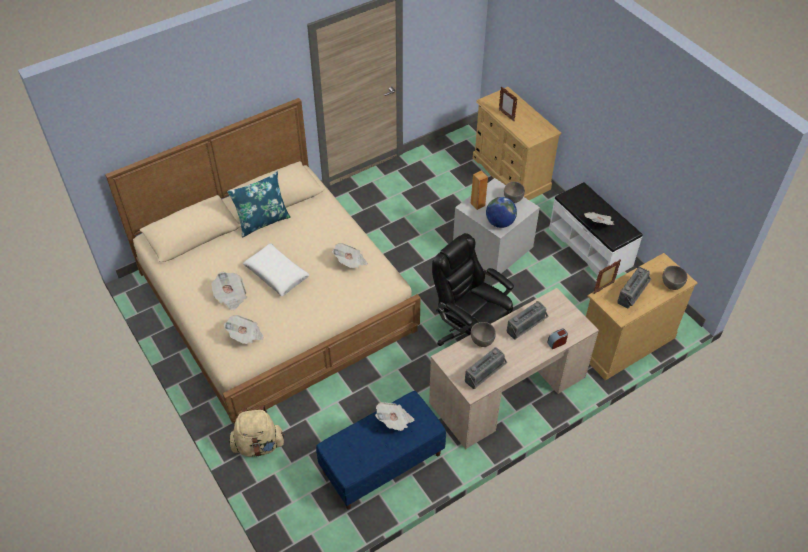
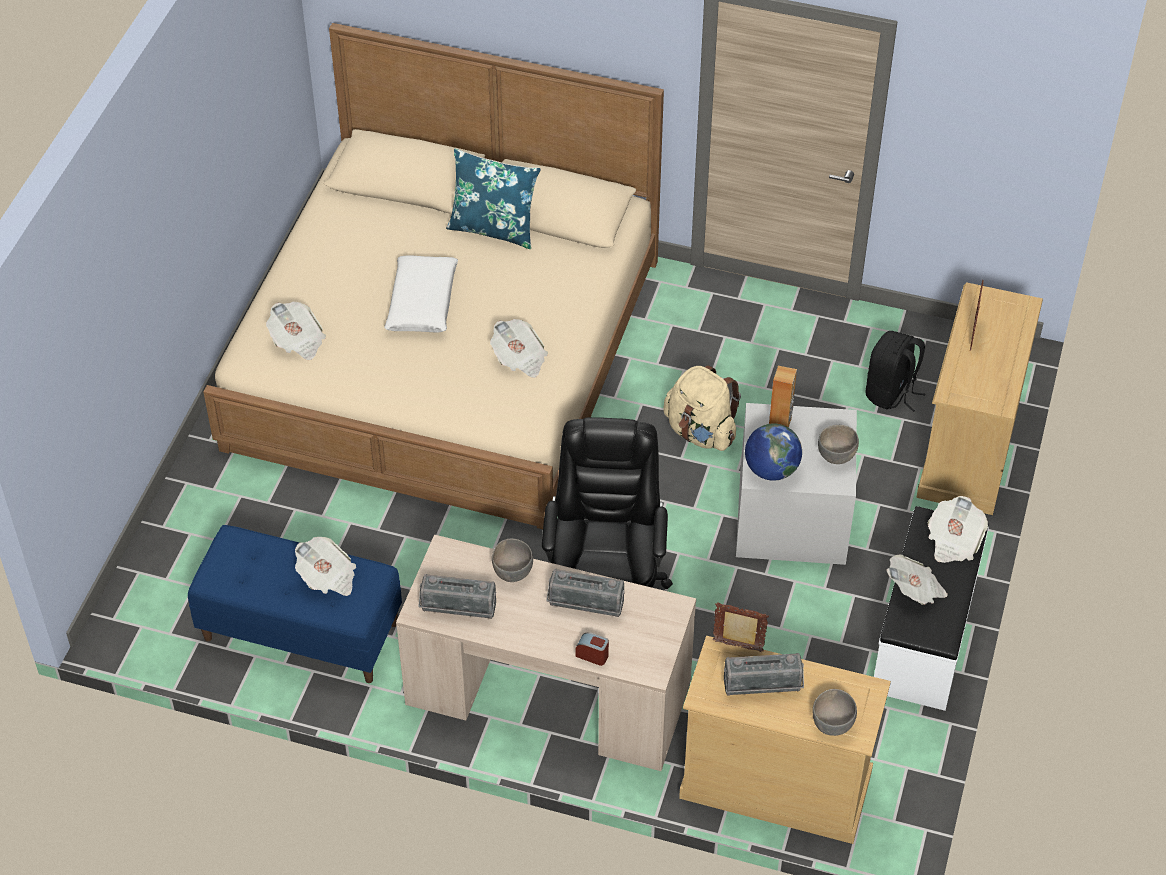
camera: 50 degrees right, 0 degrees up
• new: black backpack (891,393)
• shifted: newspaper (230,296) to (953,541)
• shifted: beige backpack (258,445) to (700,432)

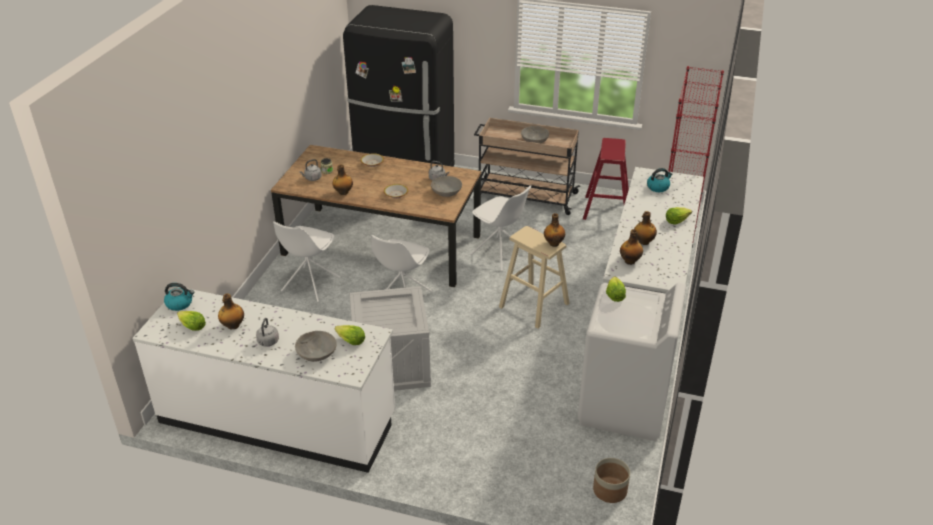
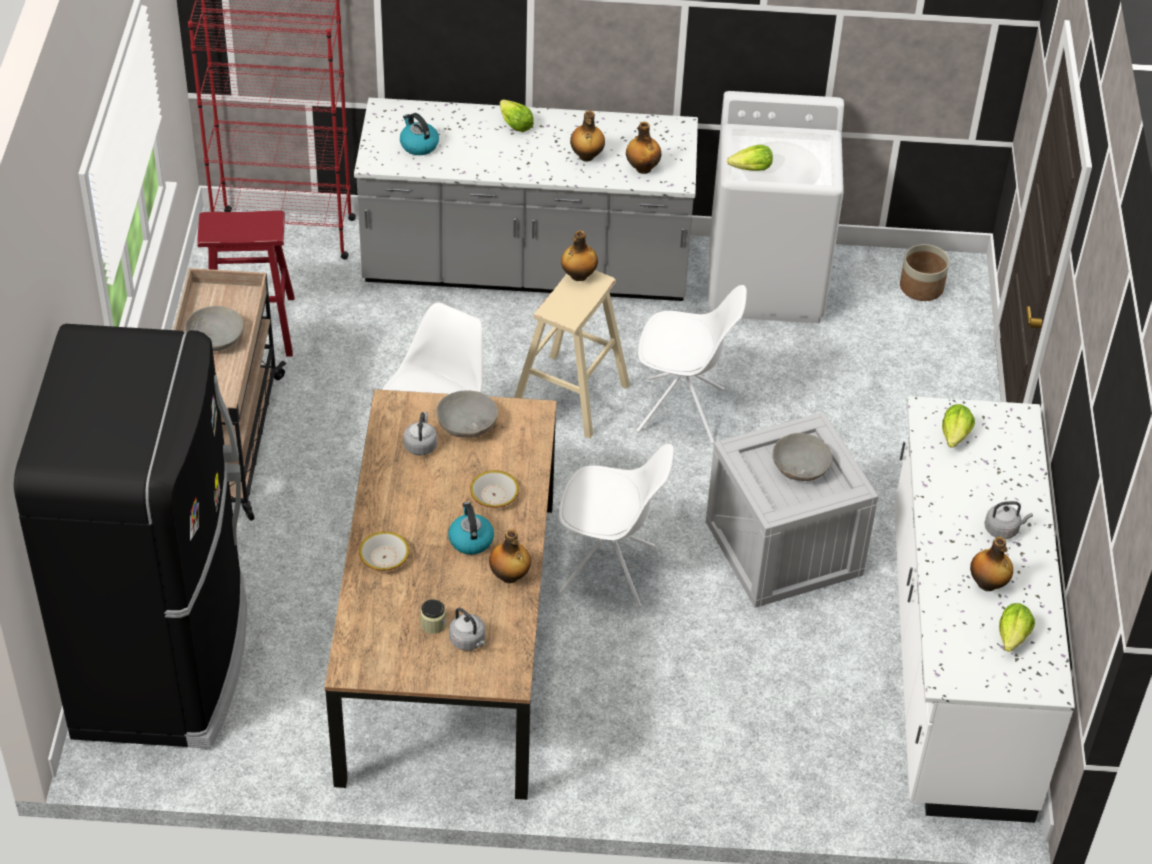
camera: 105 degrees left, 10 degrees up
• shifted: kettle (180,303) to (470,540)
• shifted: white chair (310,285) to (683,411)
• shifted: grey bowl (316,354) to (800,468)

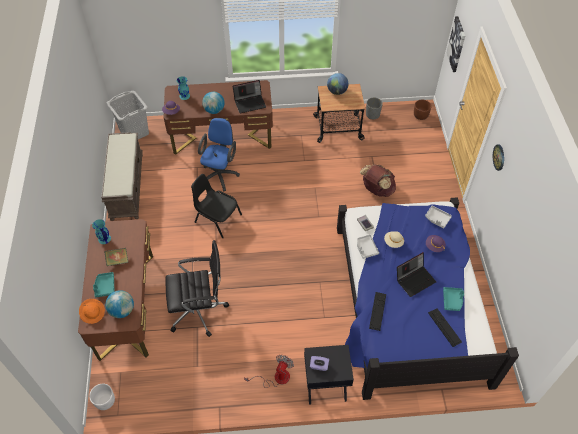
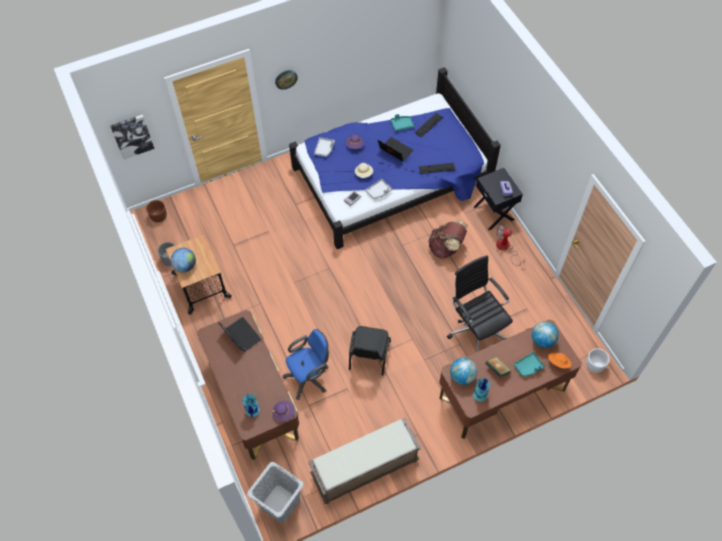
camera: 110 degrees left, 5 degrees up
• shifted: globe (214,110) to (462,376)
• shifted: brown backpack (377,190) to (446,248)
• rotated: blue office chair (220,174) = (309,377) 150 degrees clockwise

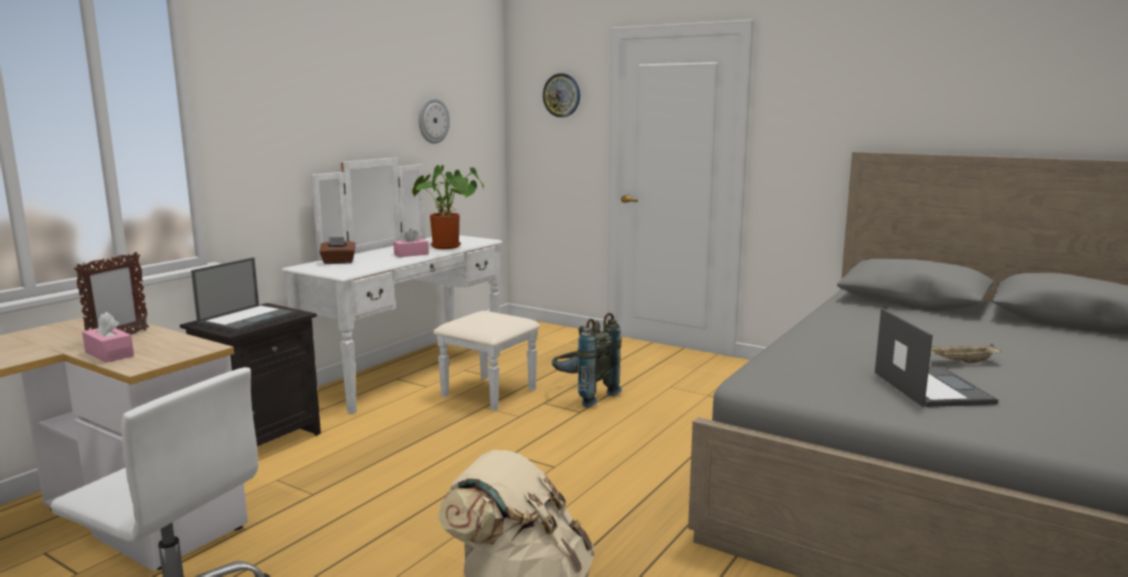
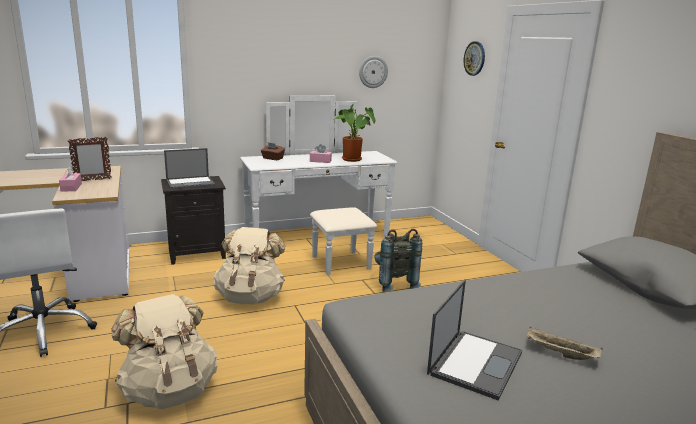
camera: 35 degrees right, 5 degrees up
• new: beige backpack (250,297)

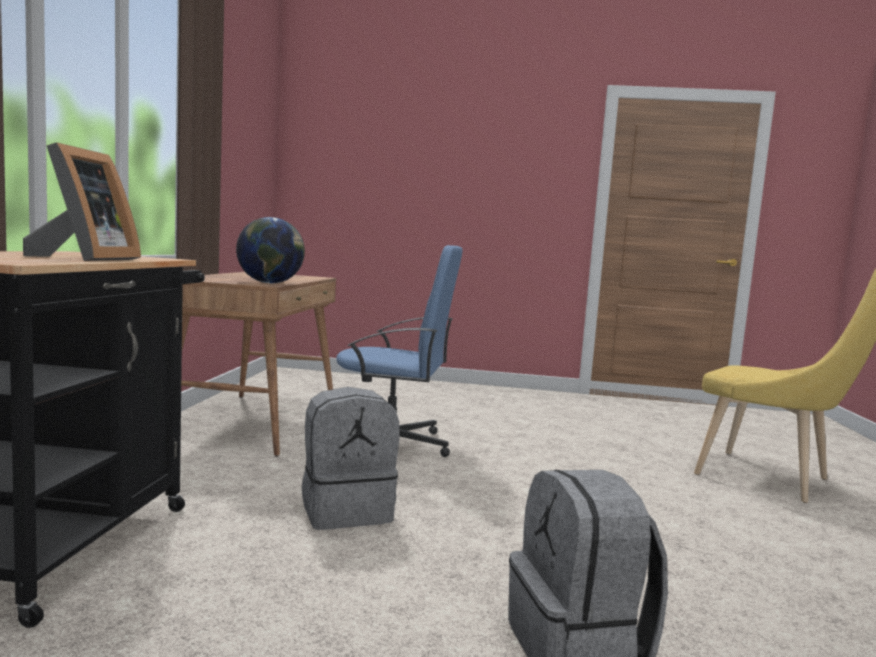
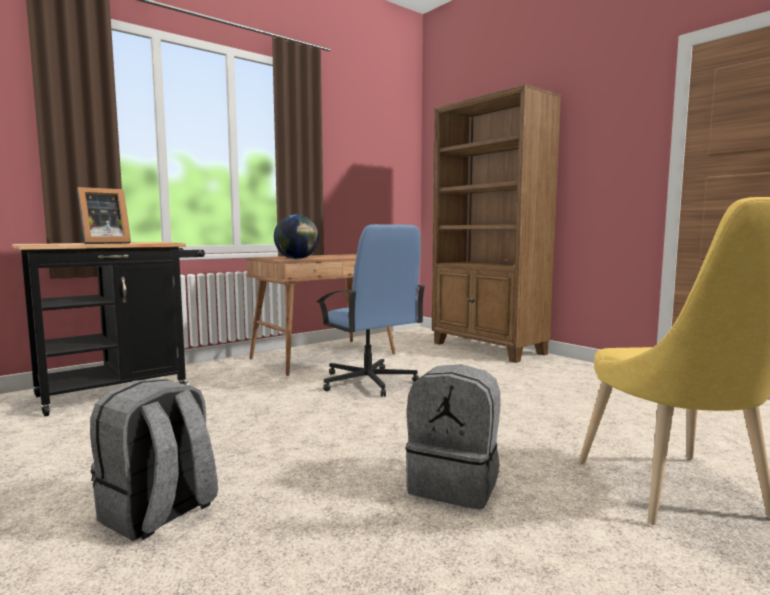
camera: 45 degrees right, 0 degrees up
• new: brown bookcase (488,348)
• shifted: grey backpack (347,511) to (455,485)

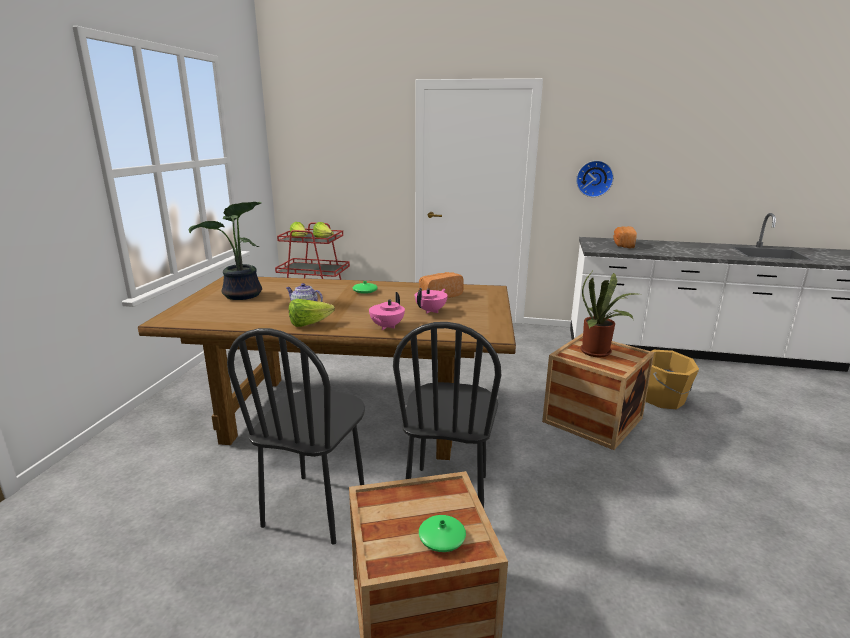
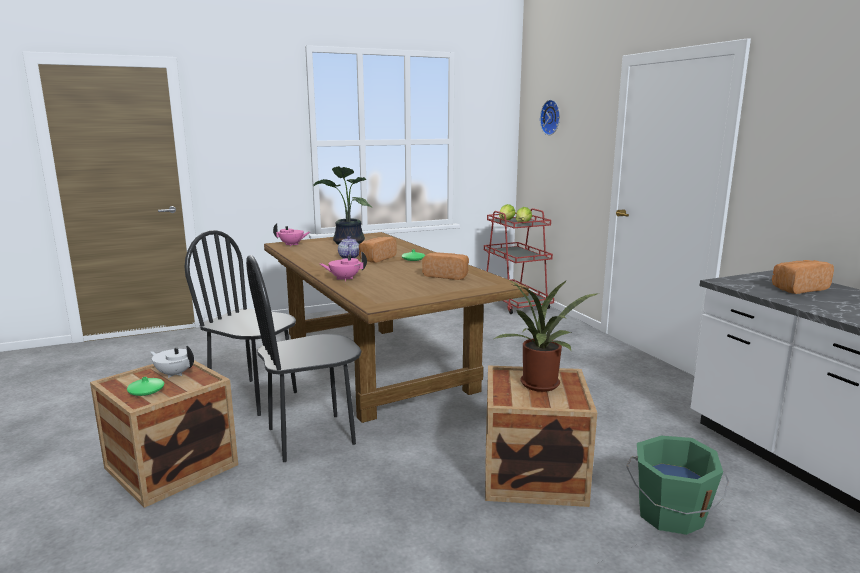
camera: 55 degrees right, 5 degrees down
• gone: lettuce (309,324)
• new: white teapot (174,374)
• new: bread (376,258)
• shifted: pink teapot (431,311) to (292,244)
• shifted: wall clock (594,178) to (552,117)
• repainted: orange bucket (663,399) to green bucket (670,515)
• rotated: black chair (316,507) = (254,397) 45 degrees clockwise

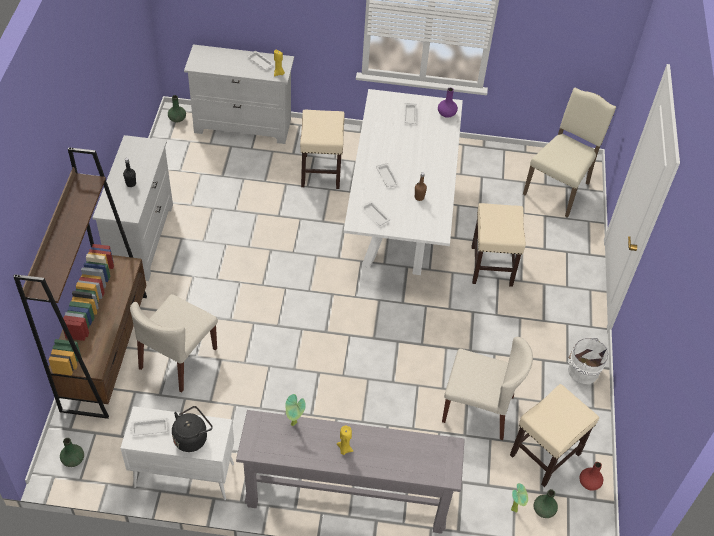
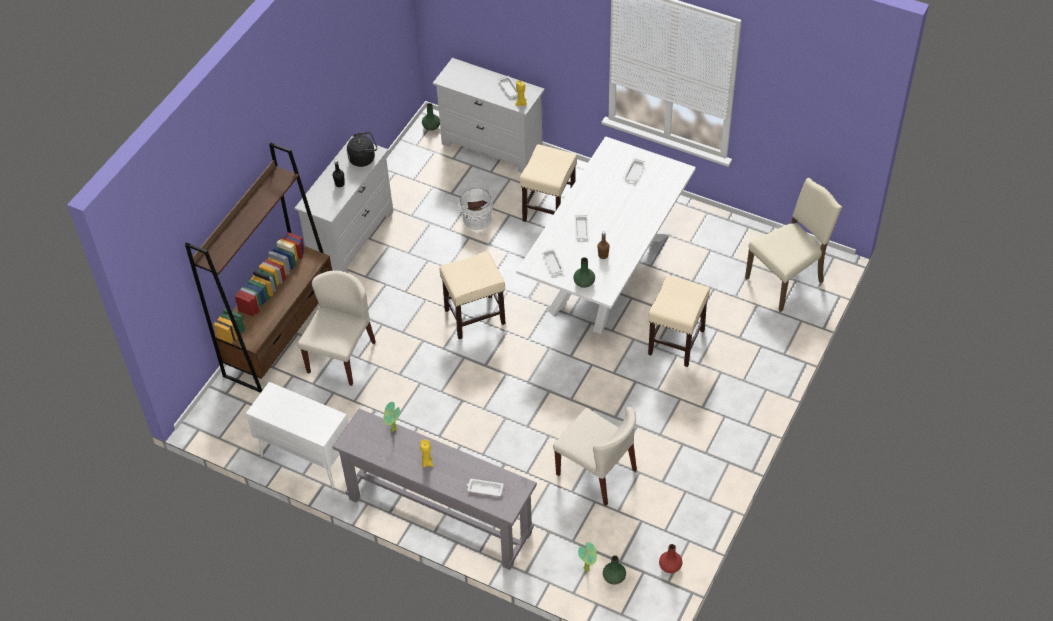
camera: 25 degrees right, 0 degrees up
• gone: purple vase (446,114)
• shifted: green vase (73,459) to (584,282)
• shifted: white tray (149,428) to (484,489)
• shifted: black kettle (192,437) to (363,158)
• shifted: beige stool (545,454) to (475,316)
• shifted: white bucket (582,370) to (476,218)
• rotated: beige chair (178,359) = (341,356) 150 degrees clockwise

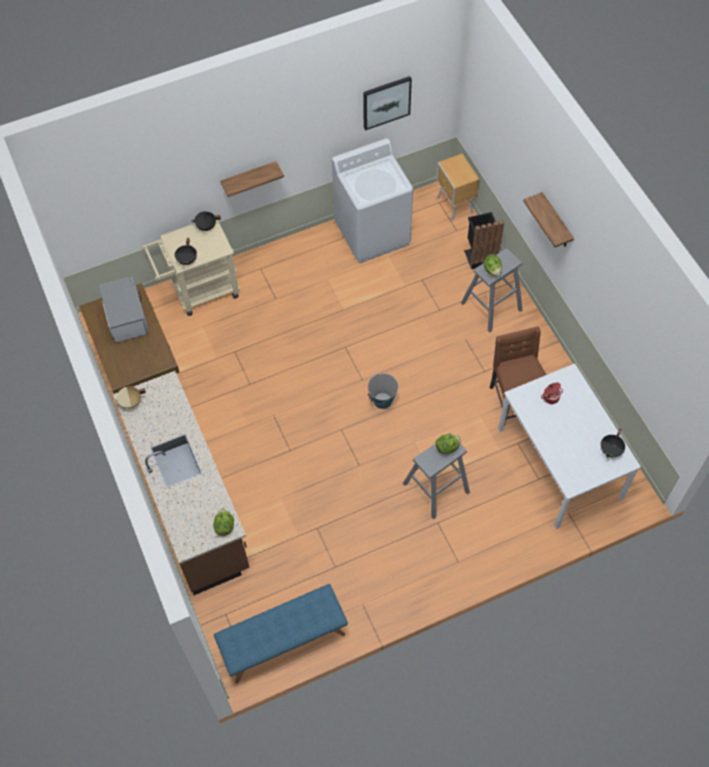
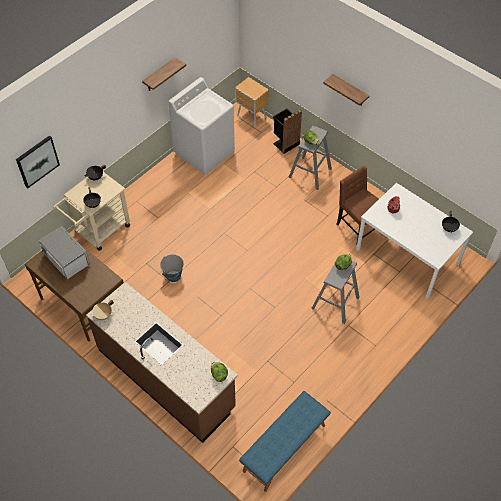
camera: 25 degrees left, 5 degrees down
• shifted: shelf (249,178) to (159,75)
• shifted: picture (386,102) to (37,161)
• shifted: bucket (382,400) to (173,276)

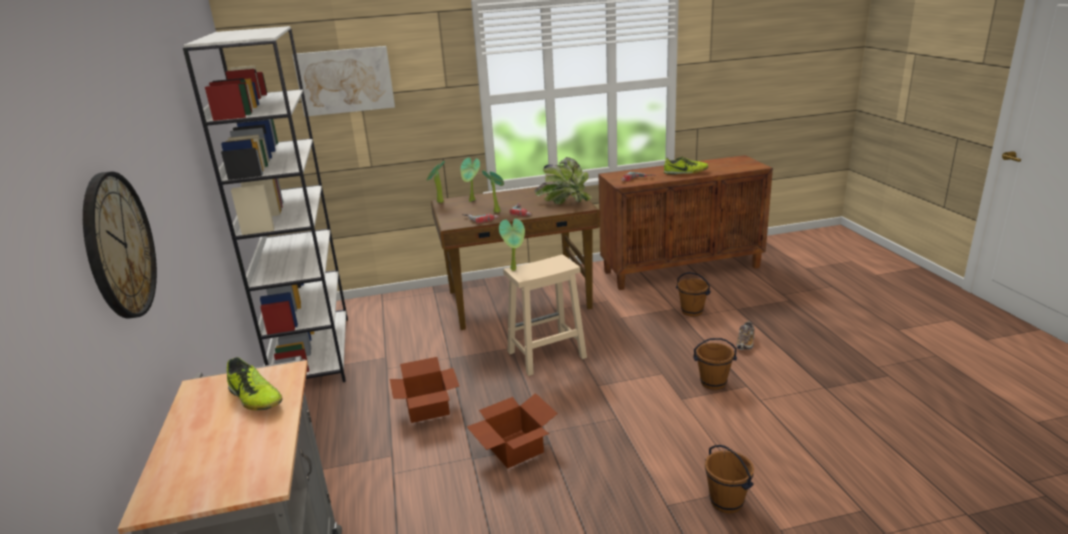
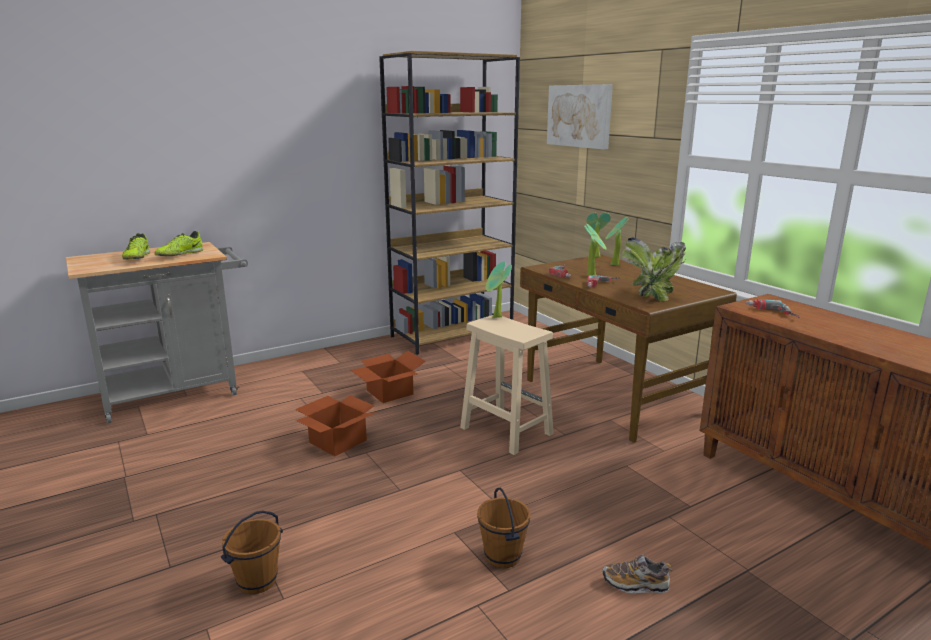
camera: 70 degrees right, 5 degrees down
• gone: wall clock (118,245)
• gone: brown bucket (692,311)
• shifted: shoe (685,172) to (137,258)
• repainted: white bookcase (313,353) to brown bookcase (452,334)

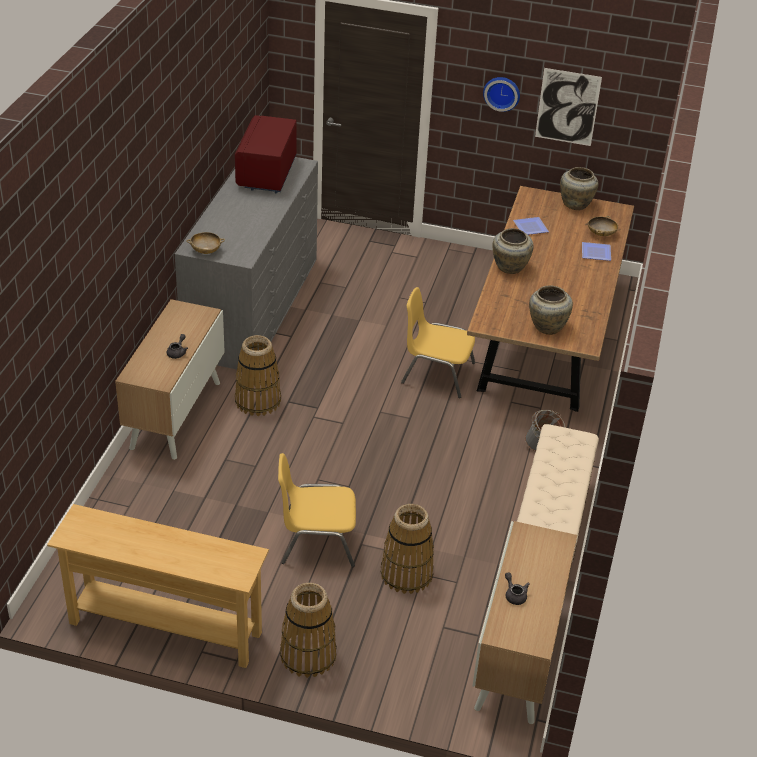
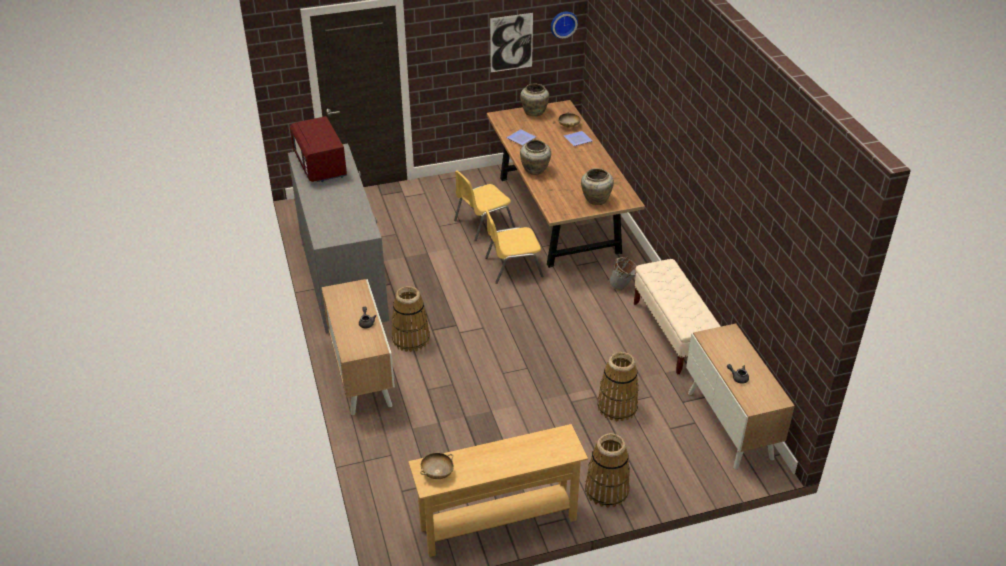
camera: 30 degrees left, 0 degrees up
• shifted: beige bowl (206,251) to (437,473)
• shifted: yellow chair (317,540) to (482,223)
• shifted: wall clock (502,92) to (563,23)

